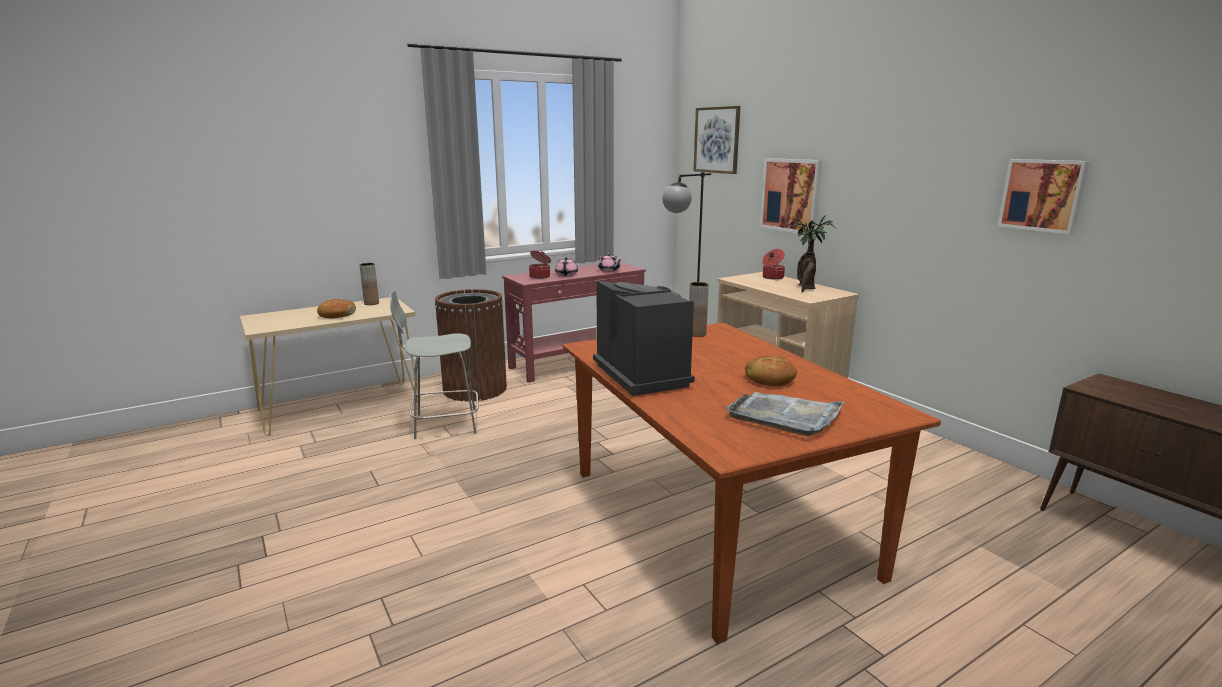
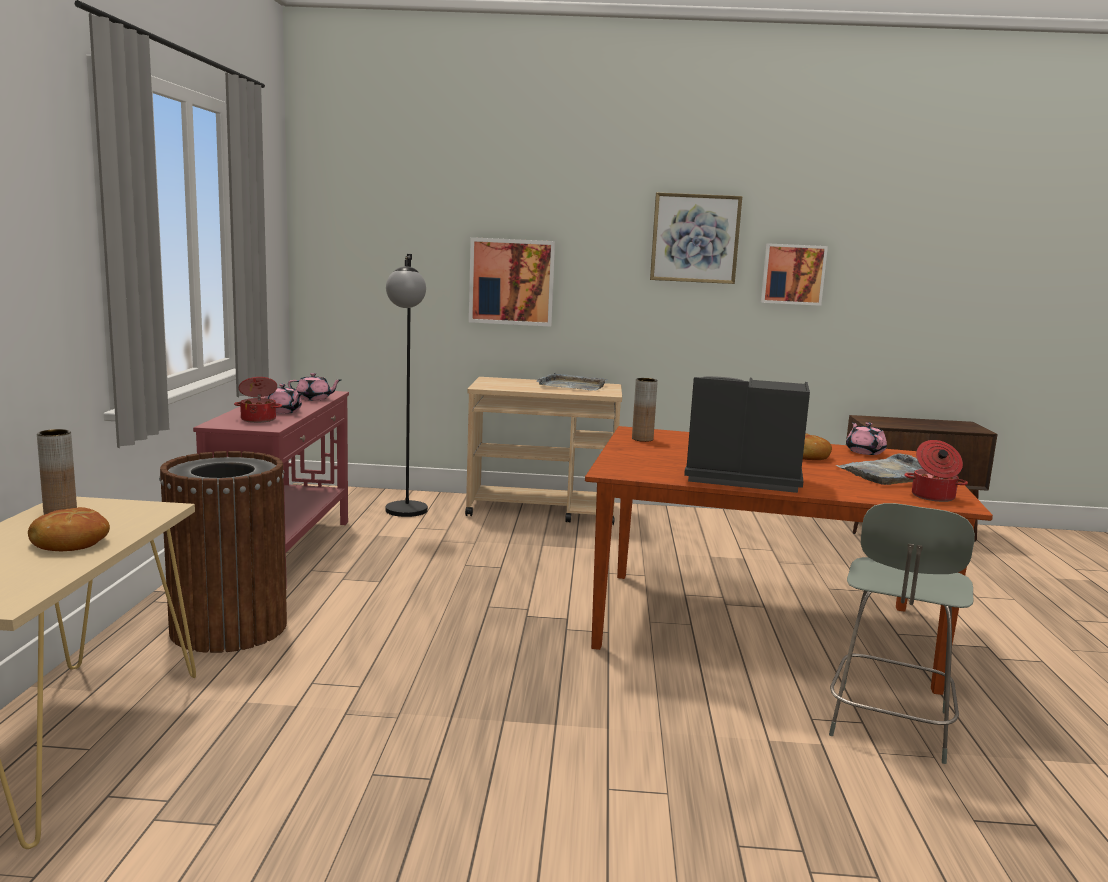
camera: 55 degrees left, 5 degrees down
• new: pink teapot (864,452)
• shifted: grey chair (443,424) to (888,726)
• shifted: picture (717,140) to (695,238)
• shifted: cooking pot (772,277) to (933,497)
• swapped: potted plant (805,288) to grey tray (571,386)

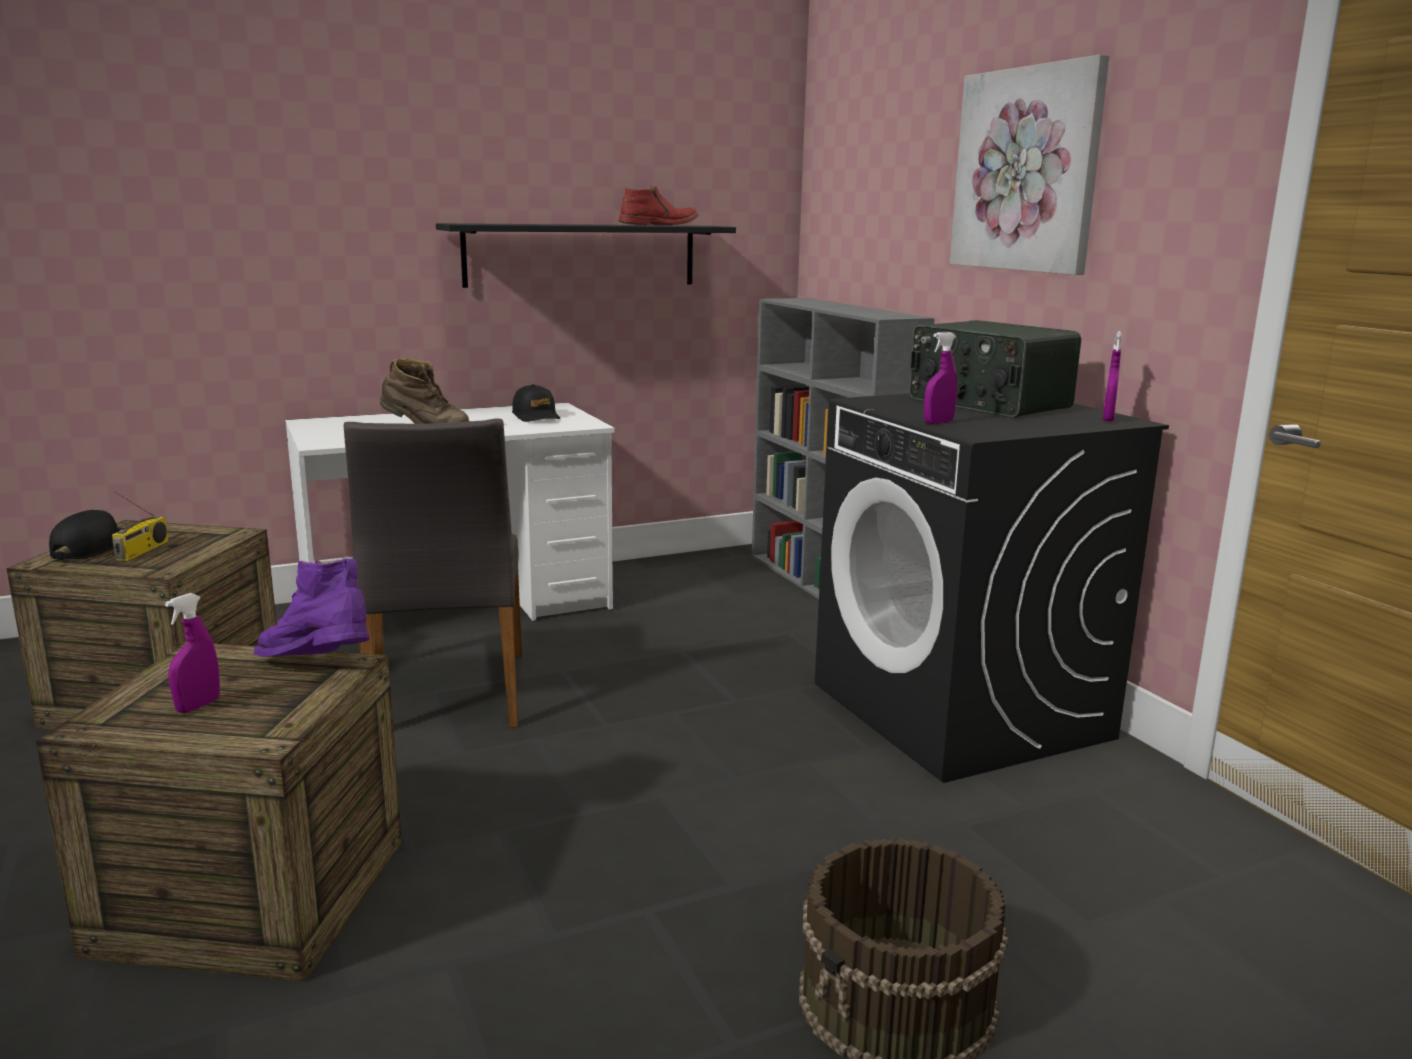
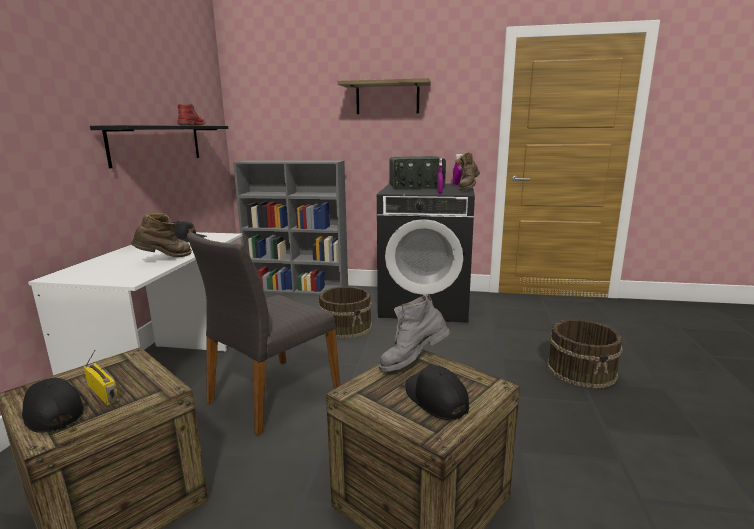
camera: 55 degrees left, 0 degrees up
• new: brown bucket (346,326)
• new: brown boot (467,188)
• swapped: purple spray bottle (198,706) to black cap (435,399)
• swapped: picture (1027,170) to shelf (387,98)
• repainted: purple boot (318,668) to grey boot (412,362)
• rotated: grey chair (446,694) = (272,394) 105 degrees clockwise

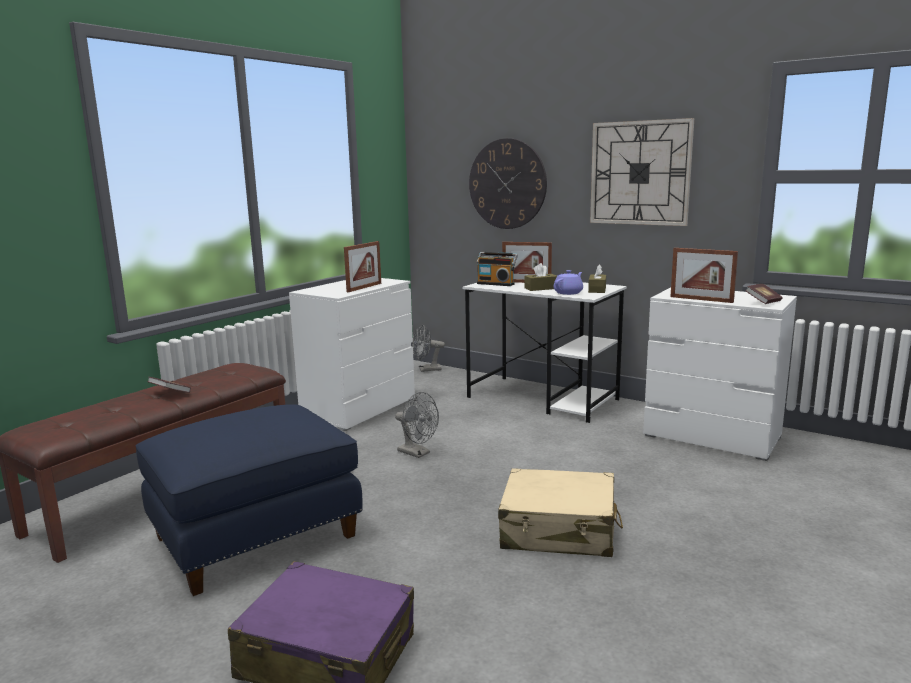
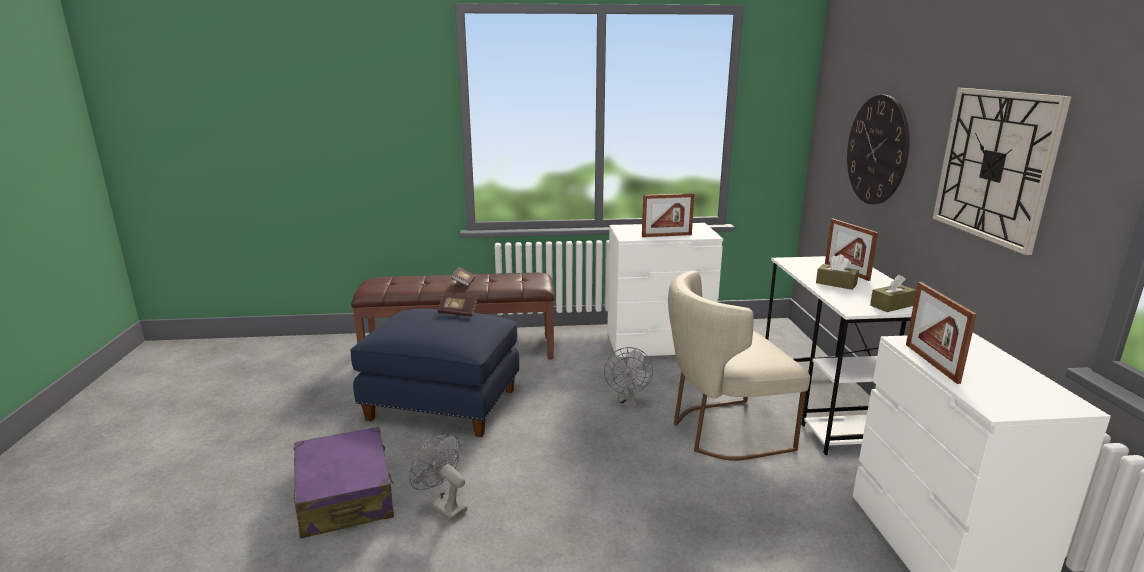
camera: 50 degrees right, 5 degrees up
• gone: radio (496,284)
• gone: beige suitcase (559,530)
• gone: purple teapot (568,293)
• new: beige chair (722,431)
• shifted: grey fan (426,370) to (442,506)
• shifted: book (763,302) to (457,312)

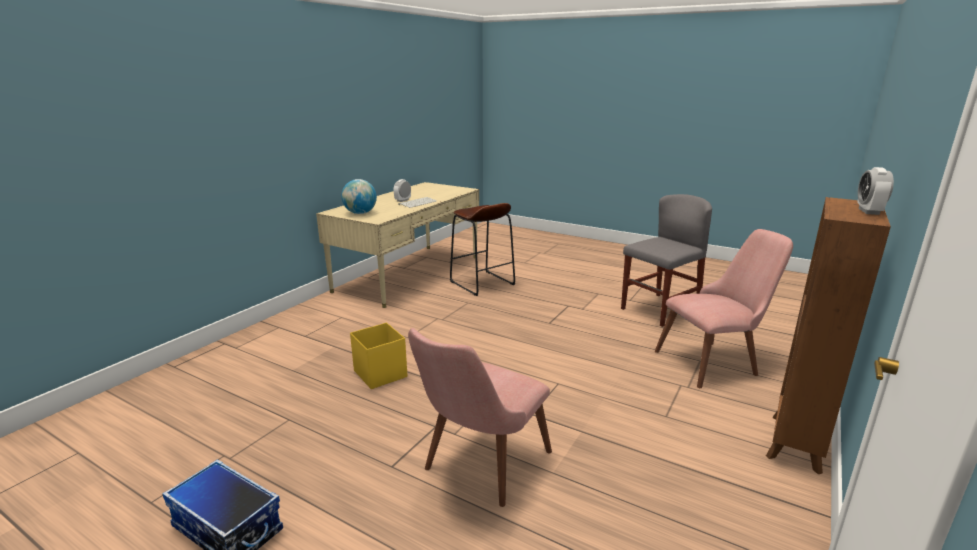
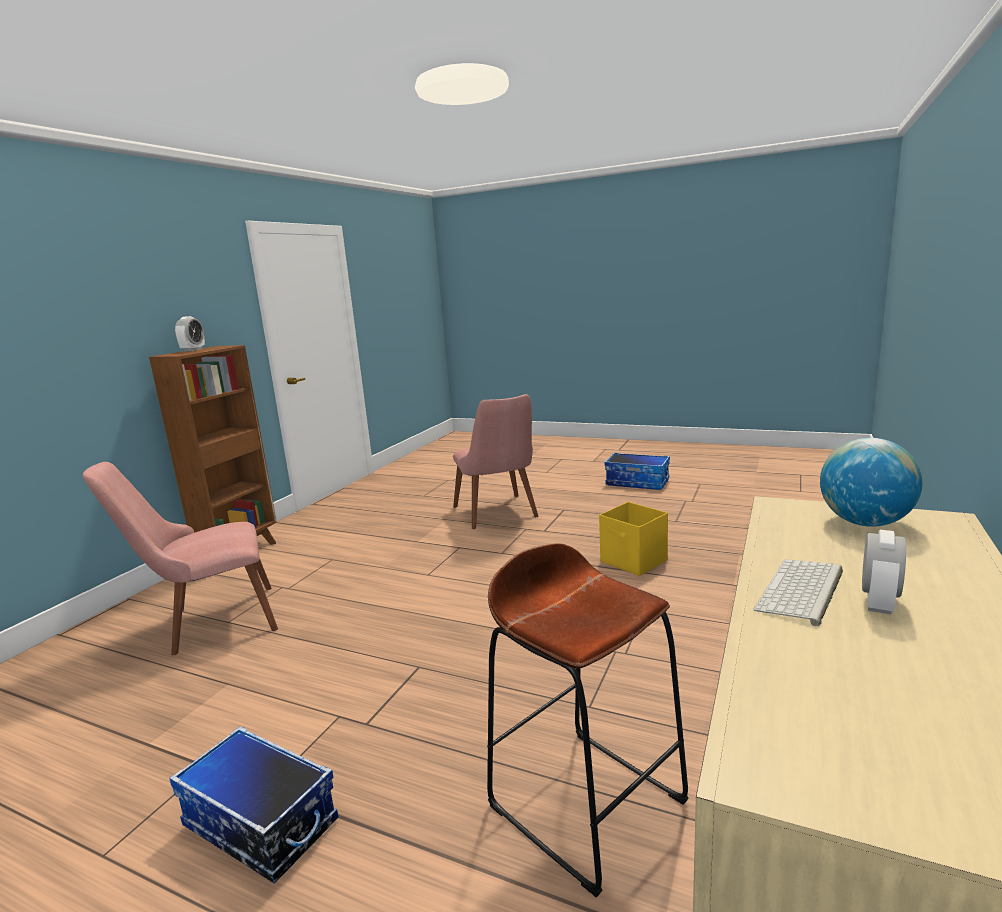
camera: 175 degrees right, 5 degrees down
• gone: grey chair (659,310)
• new: storage box (259,825)
• rotated: pink chair (479,469) = (499,515) 135 degrees clockwise

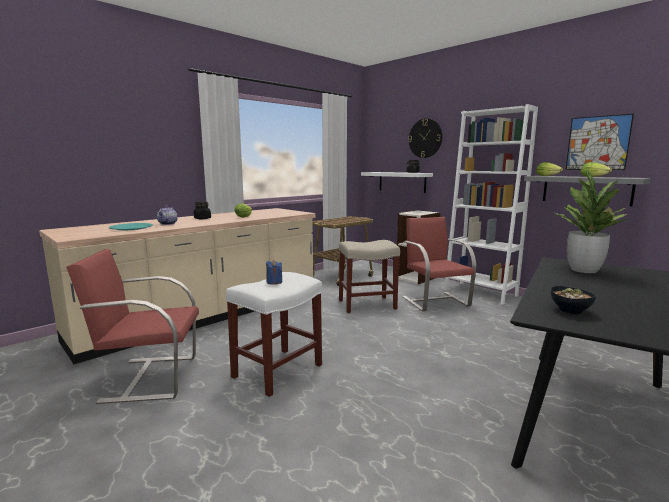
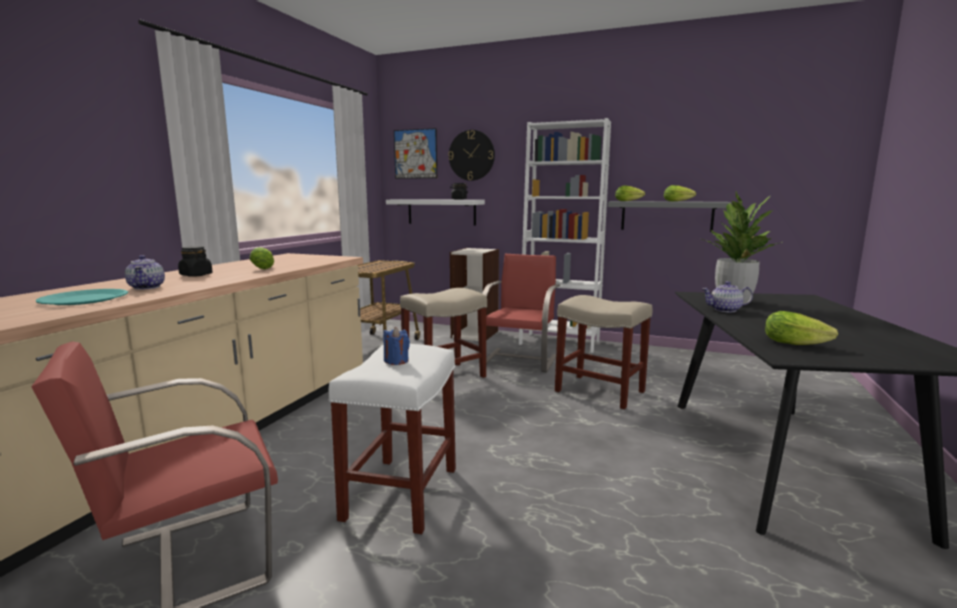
camera: 25 degrees left, 0 degrees up
• new: beige stool (601,391)
• new: teapot (725,310)
• shifted: picture (597,143) to (415,154)
• swapped: bowl (570,310) to lettuce (798,344)
• rotated: red chair (435,301) = (520,360) 60 degrees clockwise

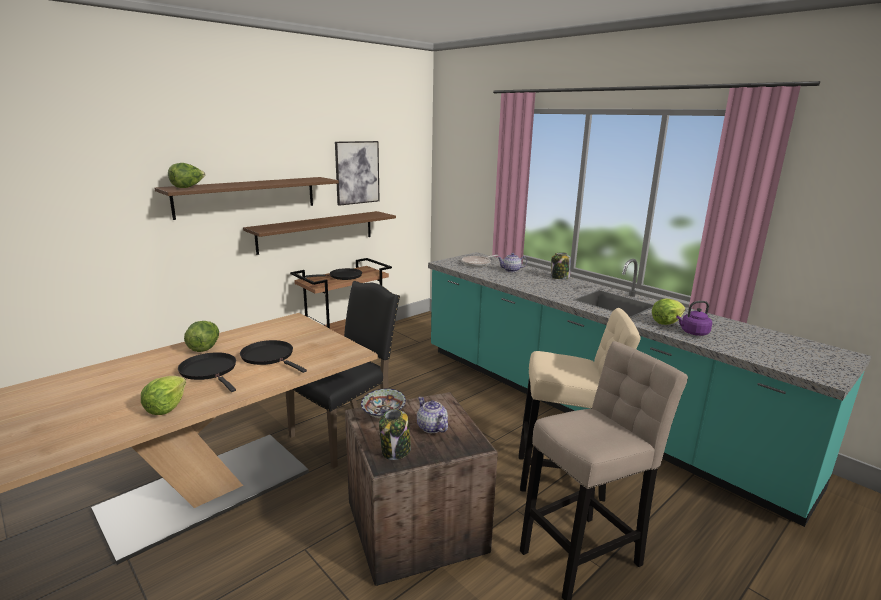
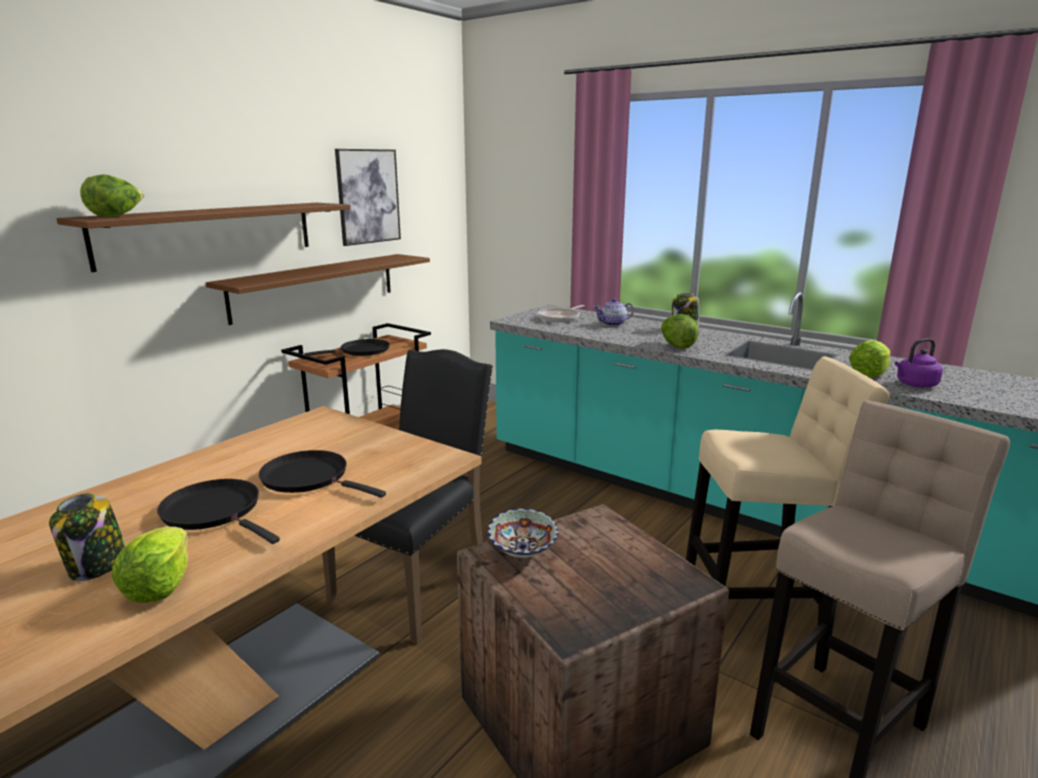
camera: 10 degrees left, 0 degrees up
• gone: teapot (431,428)
• shifted: lettuce (204,347) to (676,346)
• shifted: jar (395,451) to (97,566)

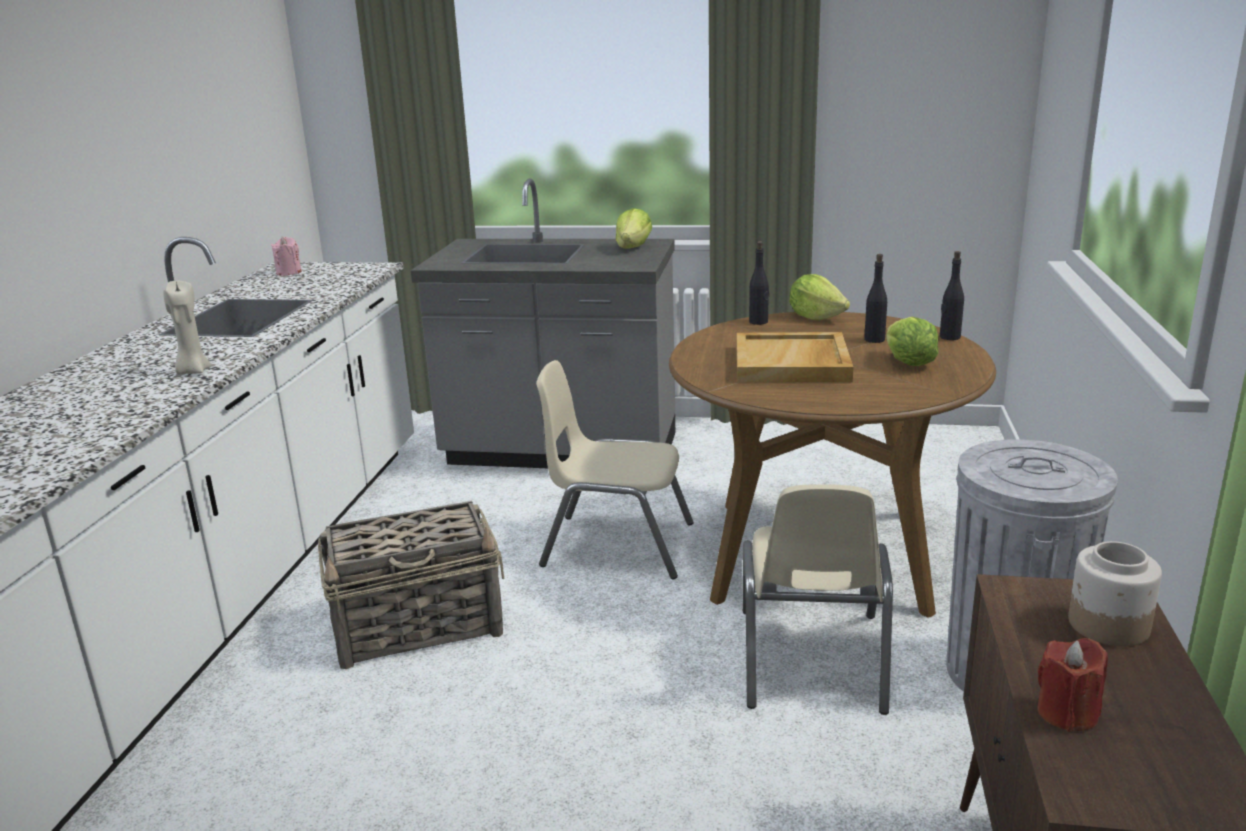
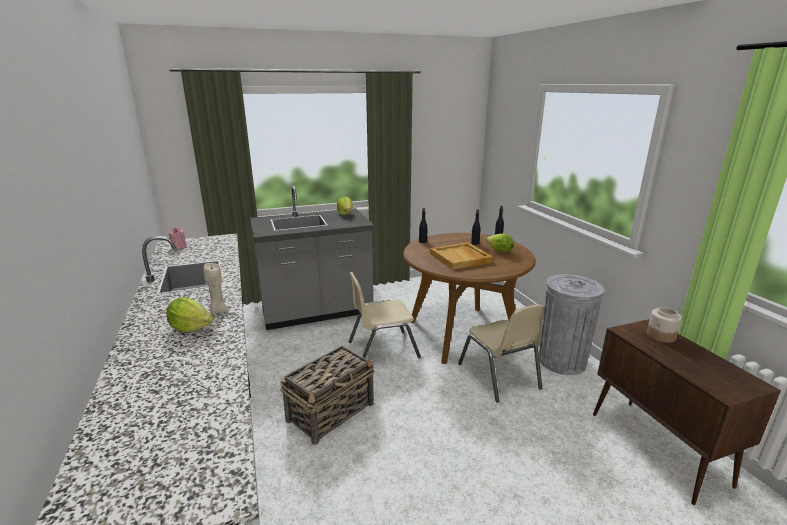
camera: 30 degrees left, 0 degrees up
• gone: red candle (1067,713)
• shifted: lettuce (816,317) to (191,327)

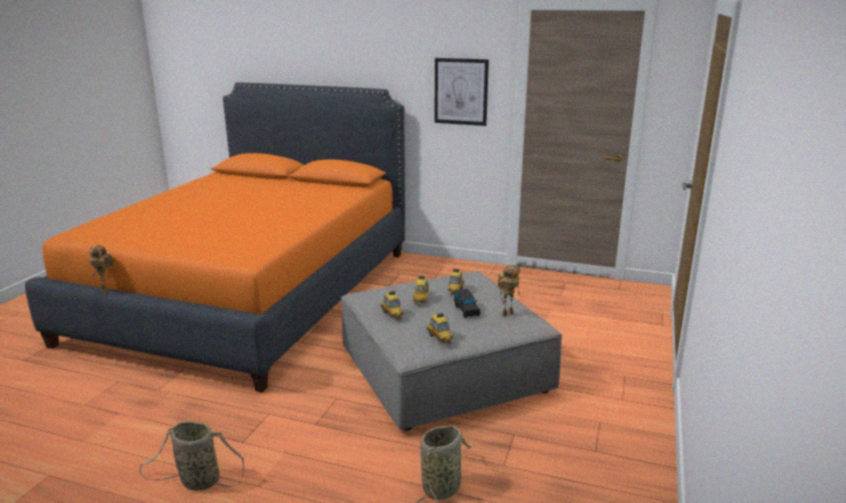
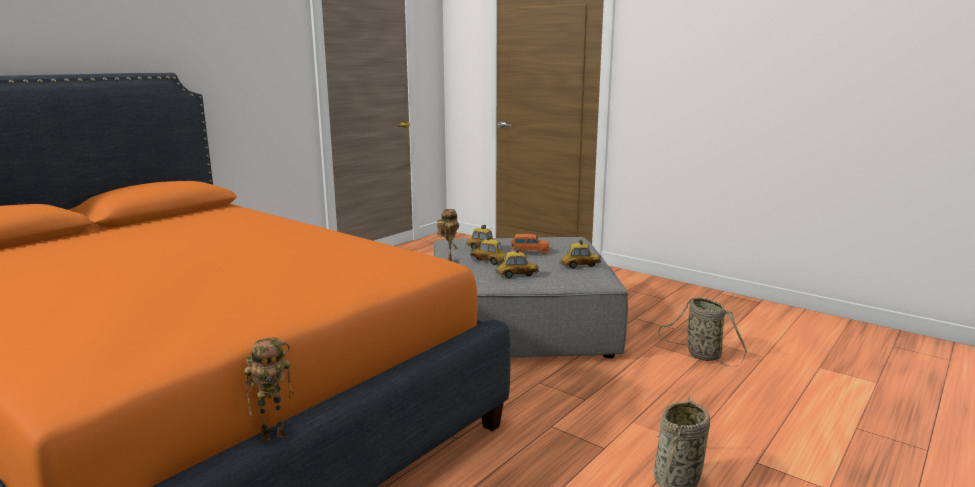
camera: 70 degrees left, 5 degrees down
• gone: picture (461,91)
• shifted: toy robot (507,313) to (448,261)
• repainted: black toy car (466,310) to orange toy car (530,251)

